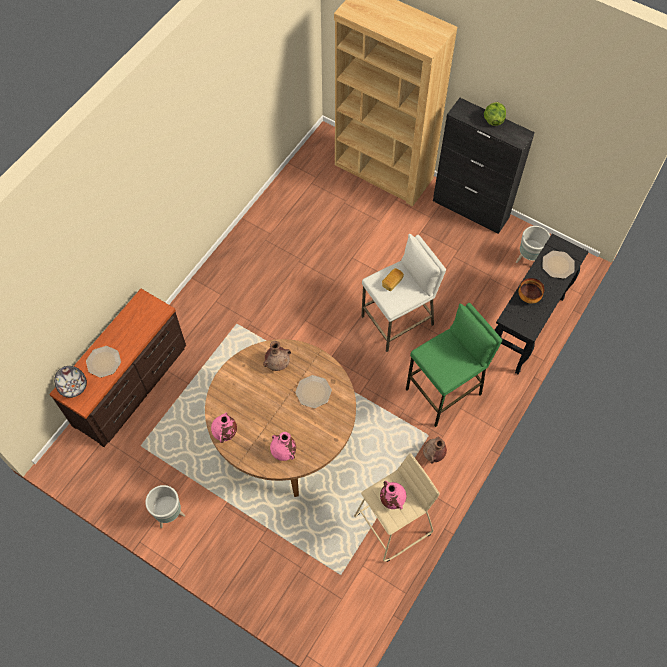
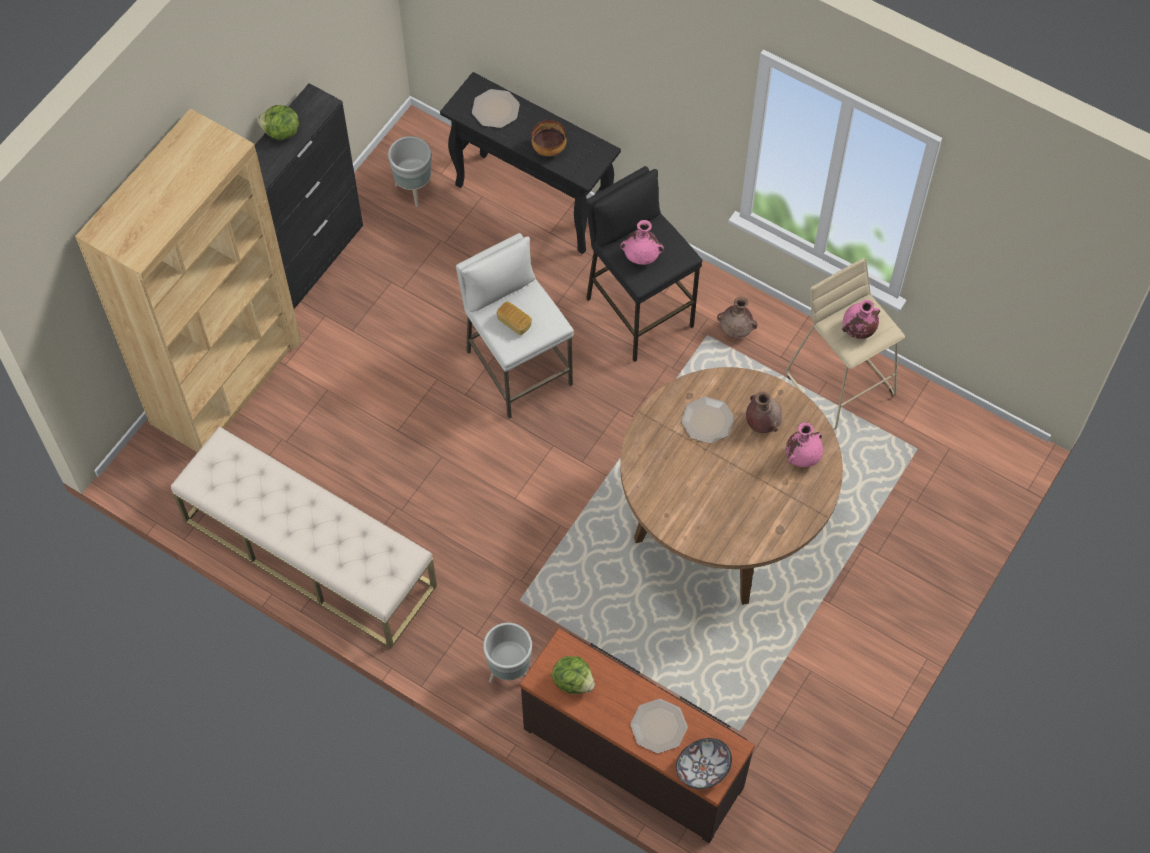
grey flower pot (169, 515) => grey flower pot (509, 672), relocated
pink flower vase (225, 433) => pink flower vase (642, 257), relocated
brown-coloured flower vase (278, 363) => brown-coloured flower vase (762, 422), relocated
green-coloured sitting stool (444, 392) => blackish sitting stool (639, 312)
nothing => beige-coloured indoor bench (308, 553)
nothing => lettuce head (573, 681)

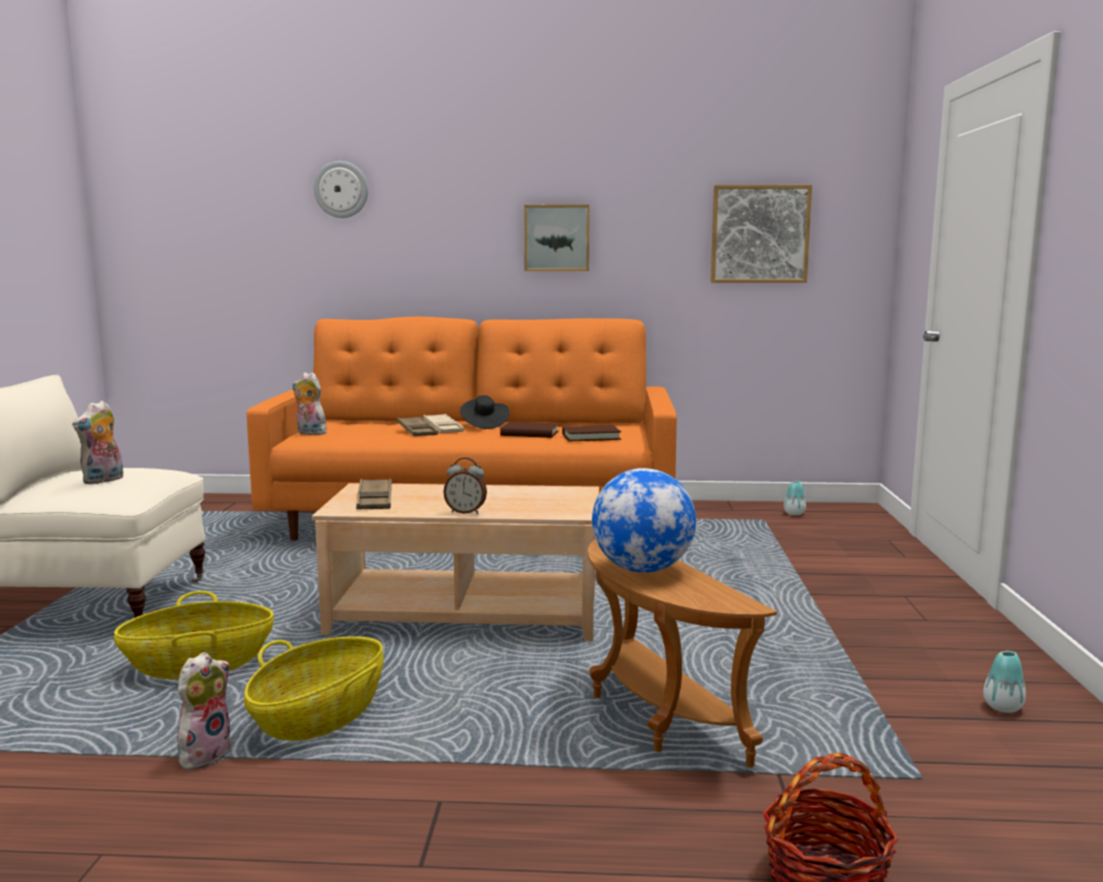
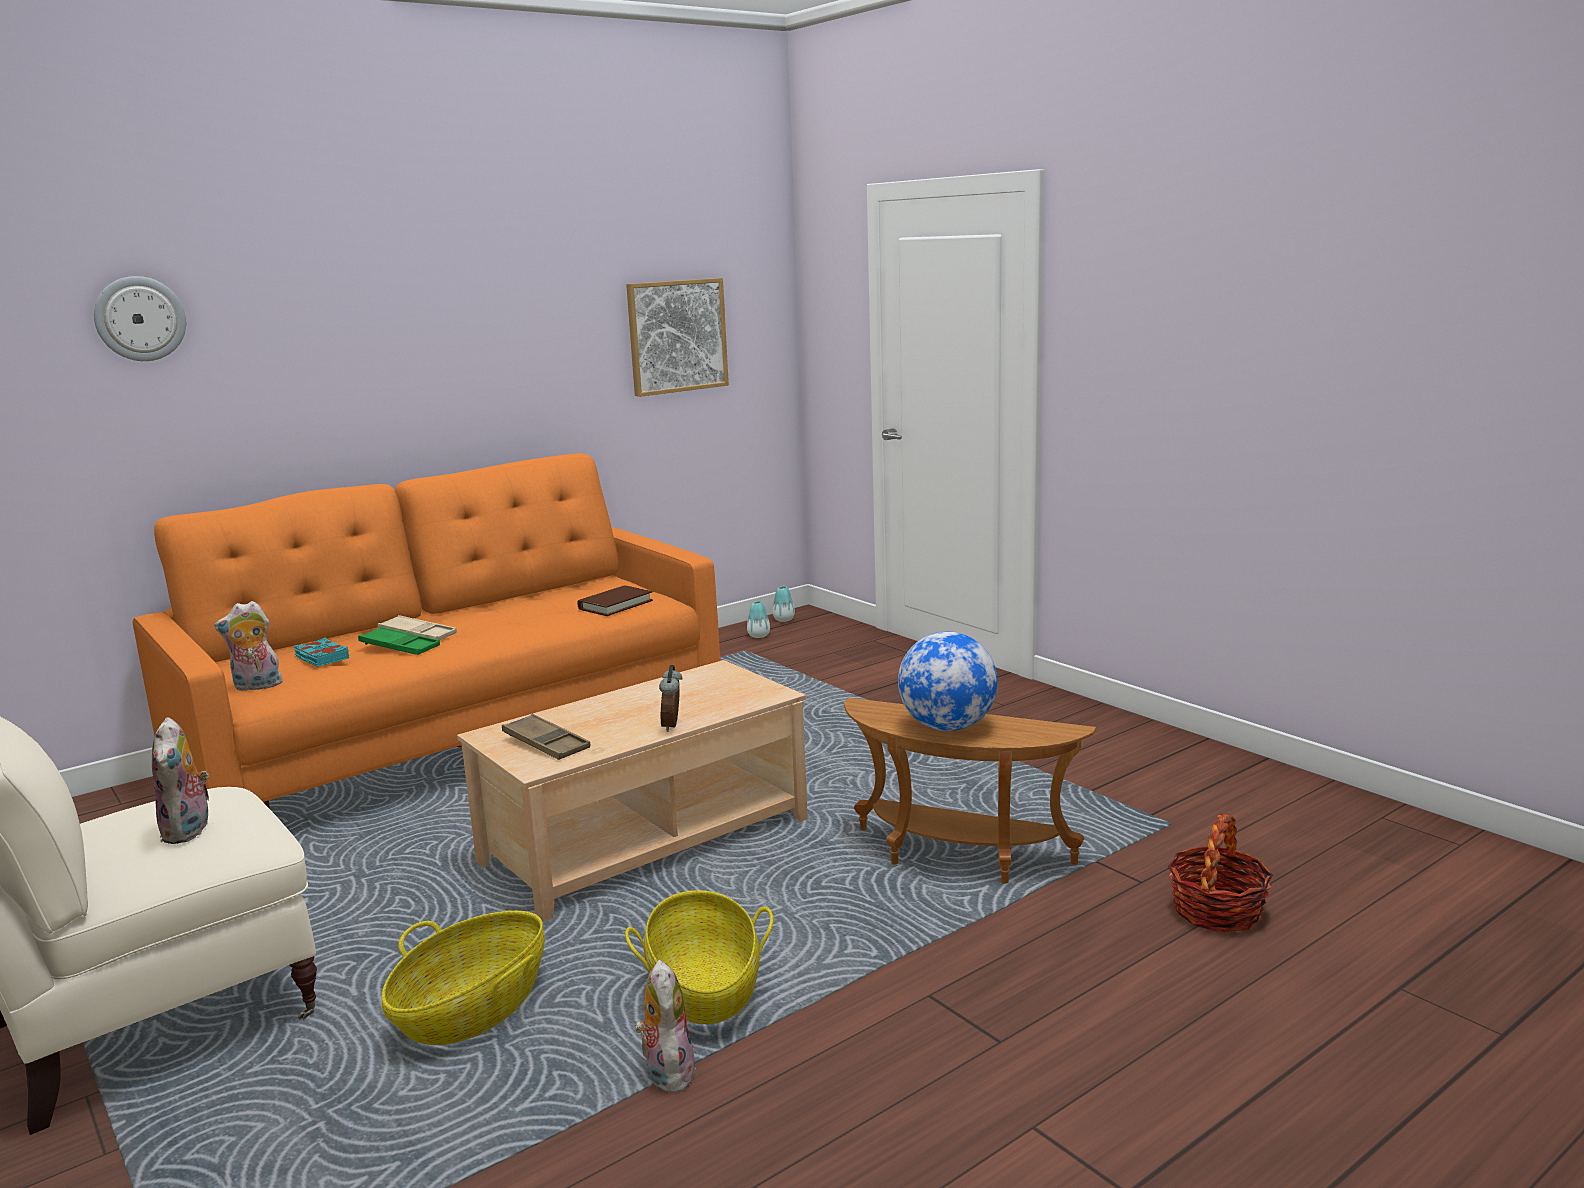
brown-coloured carrying tray (417, 431) => green-coloured carrying tray (400, 647)
bedside clock (466, 512) => bedside clock (673, 725), 120 degrees clockwise
blackish clothing hat (484, 425) => nothing
brown-coloured bound book (529, 433) => nothing
wall picture (557, 238) => nothing
flower vase (1002, 707) => flower vase (784, 620), relocated
nothing => turquoise-coloured bound book (321, 658)

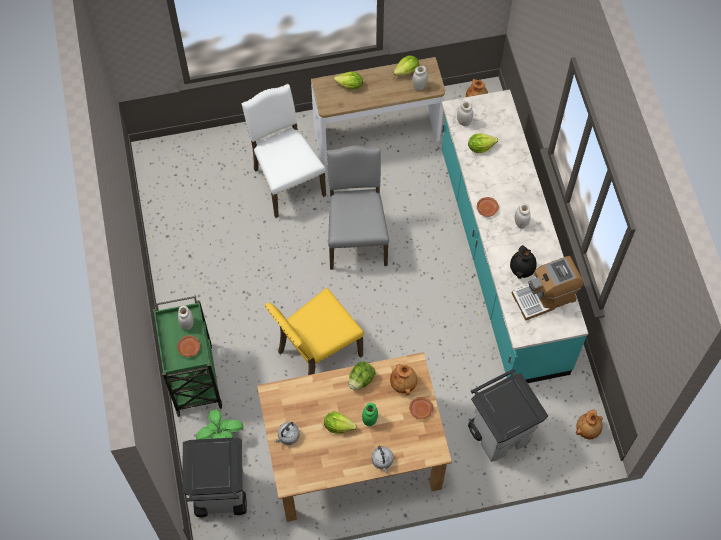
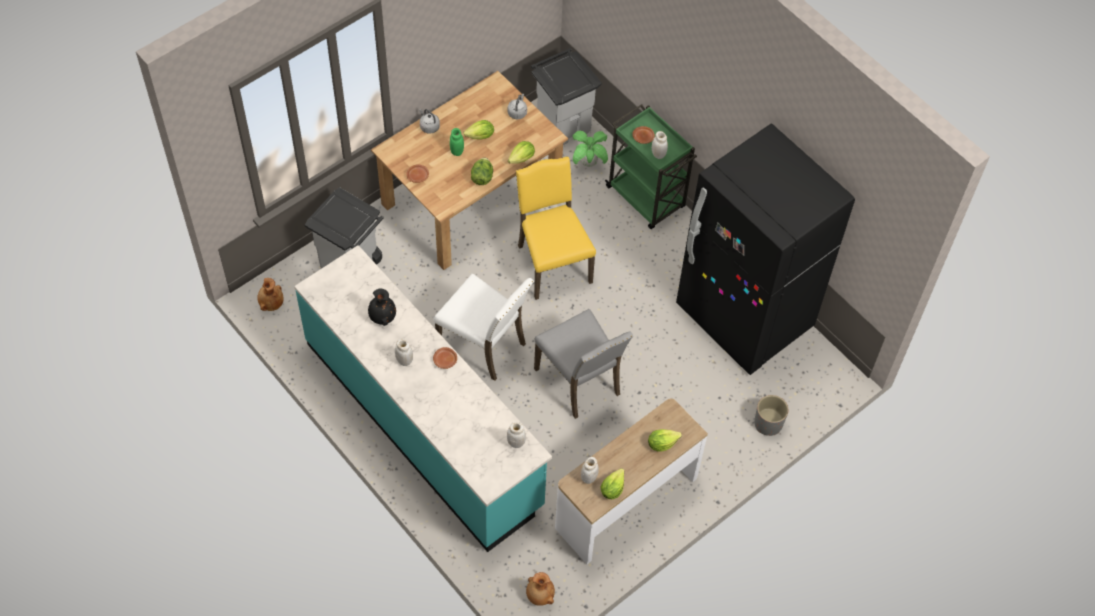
white plain chair (286, 181) => white plain chair (484, 345), relocated
yellow plain chair (317, 353) => yellow plain chair (552, 263), 45 degrees counterclockwise
brown-coloured flower vase (403, 383) => nothing
lettuce head (480, 147) => lettuce head (522, 158), relocated
coffee machine (545, 297) => nothing
nothing => blackish refrigerator (744, 317)
nothing => grey flower pot (768, 423)

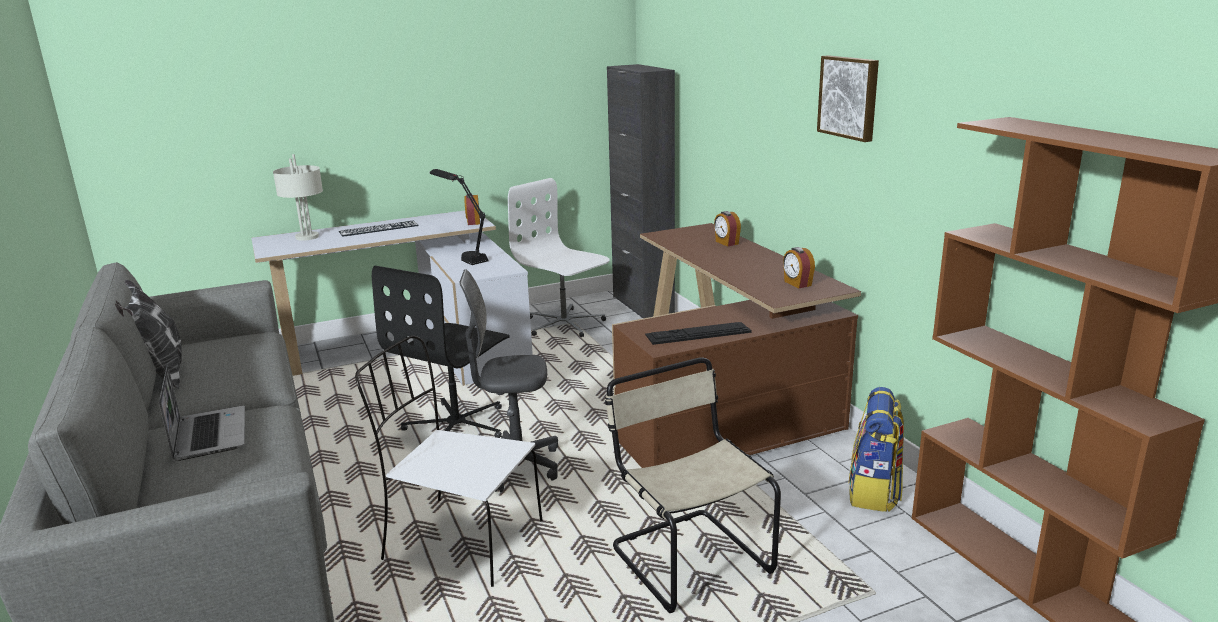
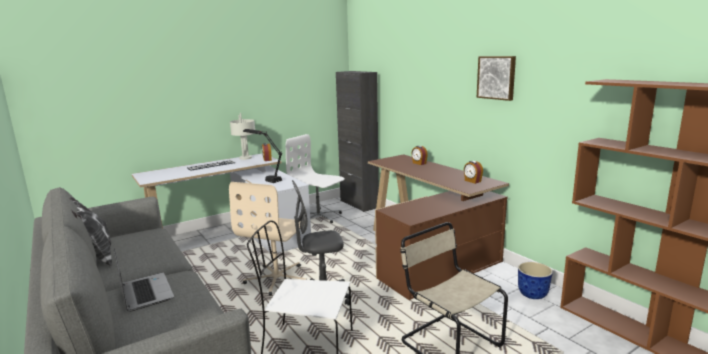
grey lamp for a table (307, 237) => grey lamp for a table (246, 158), relocated
blackish office chair (457, 426) => beige-coloured office chair (277, 278)
computer keyboard (698, 333) => nothing
backpack (874, 492) => flower pot (533, 295)

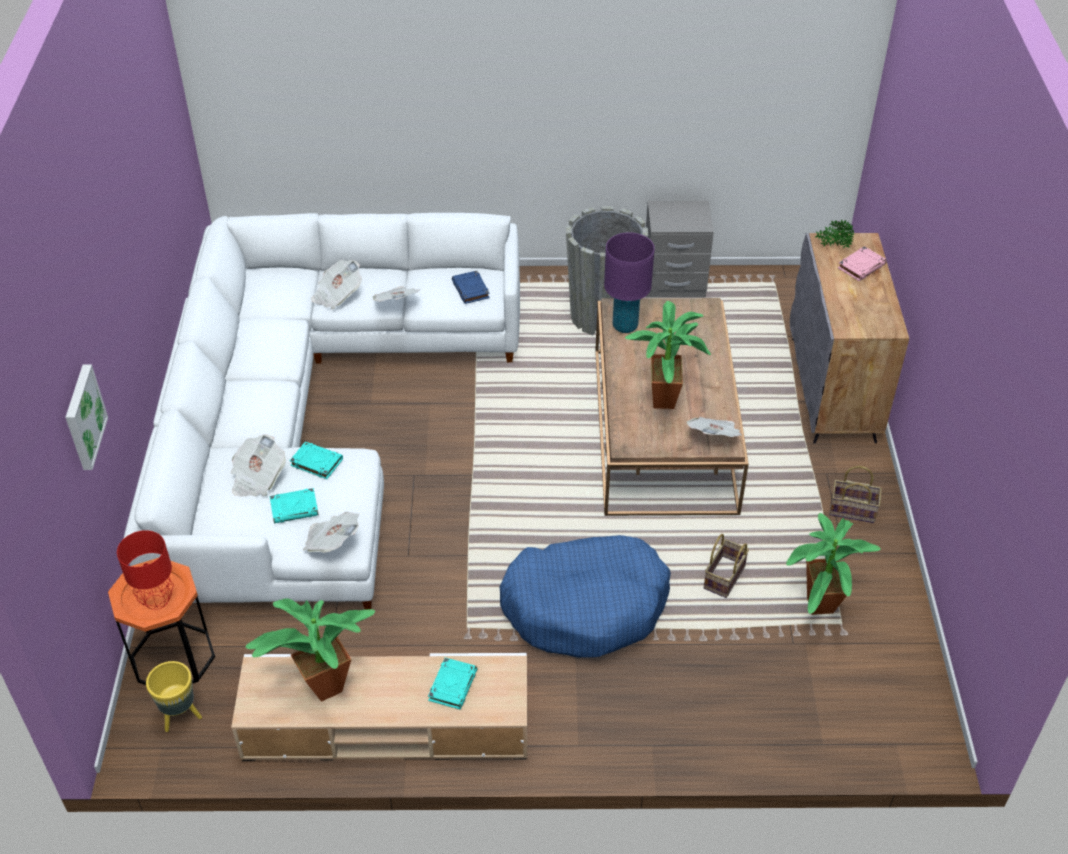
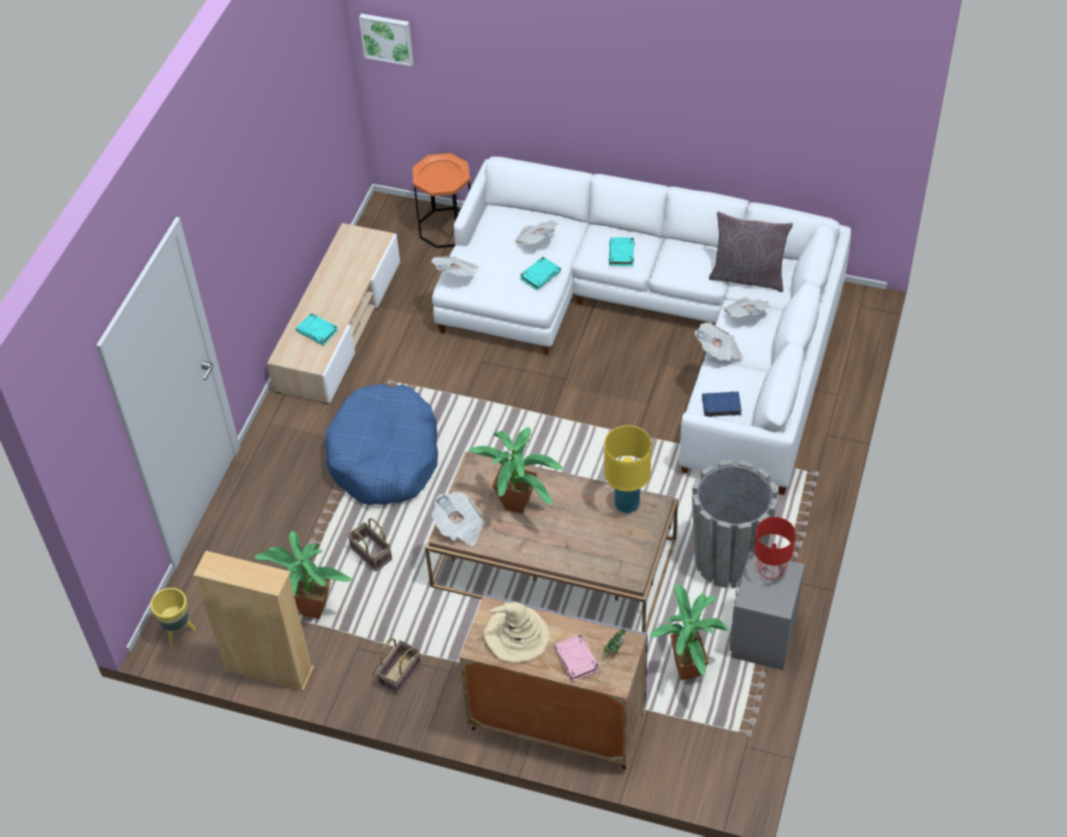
wall picture (83, 417) => wall picture (387, 38), relocated
reddish lamp for a table (156, 601) => reddish lamp for a table (770, 571), relocated
yellow flower pot (180, 716) => yellow flower pot (178, 631), relocated
potted plant (319, 688) => potted plant (689, 665), relocated
turquoise-coloured bound book (295, 508) => turquoise-coloured bound book (621, 254), relocated
purple lamp for a table (625, 326) => yellow lamp for a table (627, 504)
nothing => beige-coloured bookcase (269, 669)
nothing => beige-coloured clothing hat (516, 635)
nothing => grey pillow (748, 276)

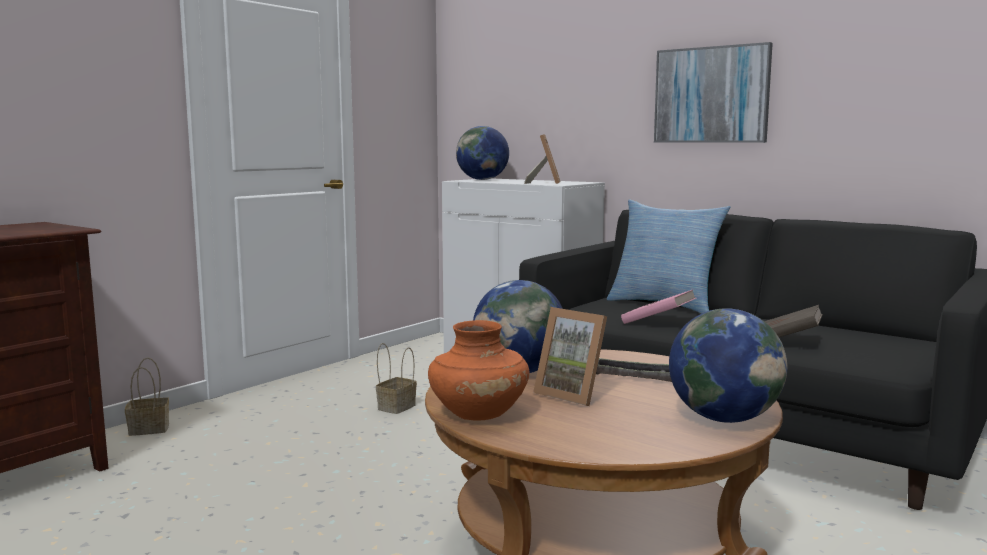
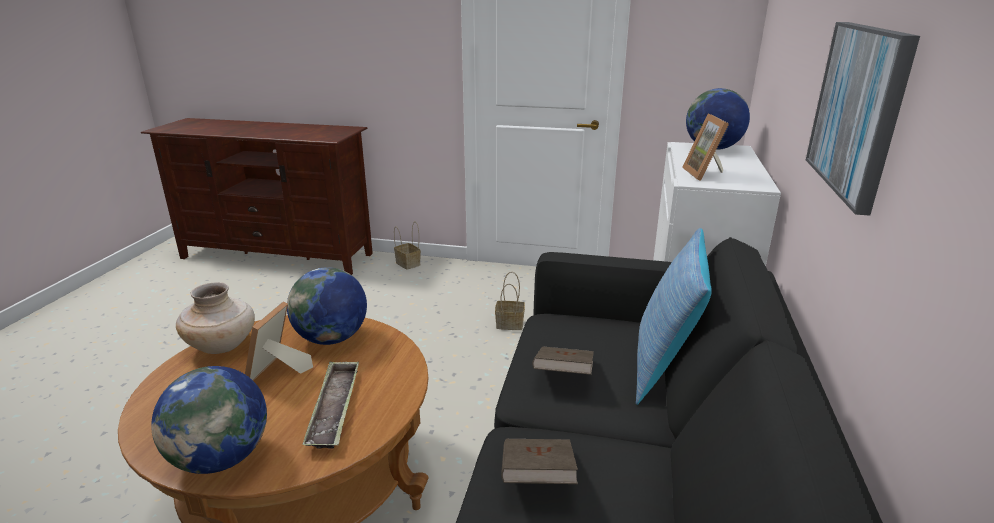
orangey flower vase (478, 414) => beige-coloured flower vase (222, 346)
photo frame (545, 183) => photo frame (705, 174), 105 degrees clockwise
pink bound book (657, 323) => brown-coloured bound book (563, 375)

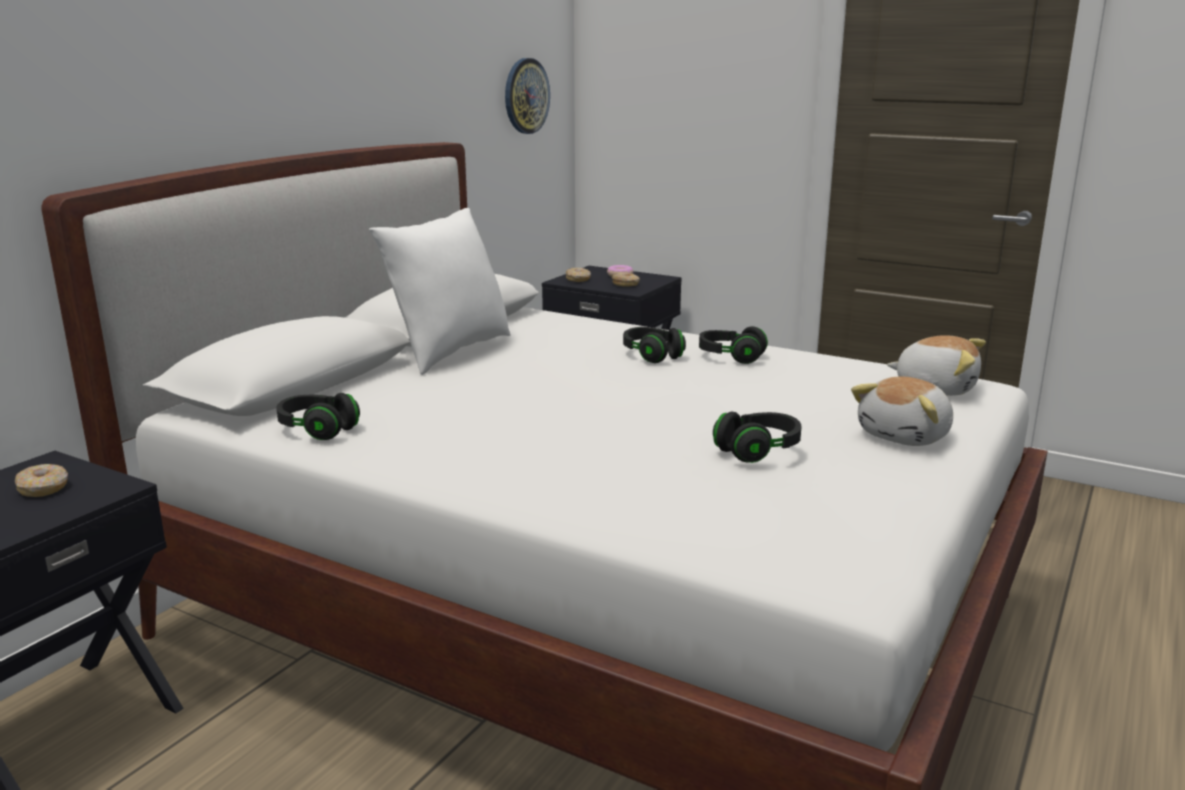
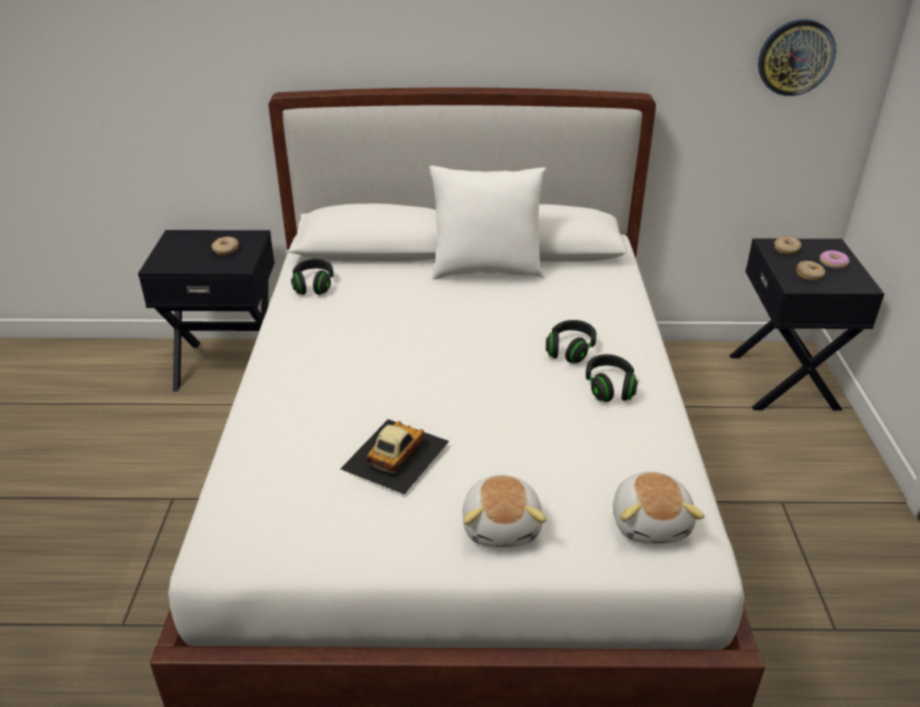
blackish pair of headphones (758, 451) => miniature car (394, 455)
cuddly toy (906, 436) => cuddly toy (502, 526), 105 degrees counterclockwise

